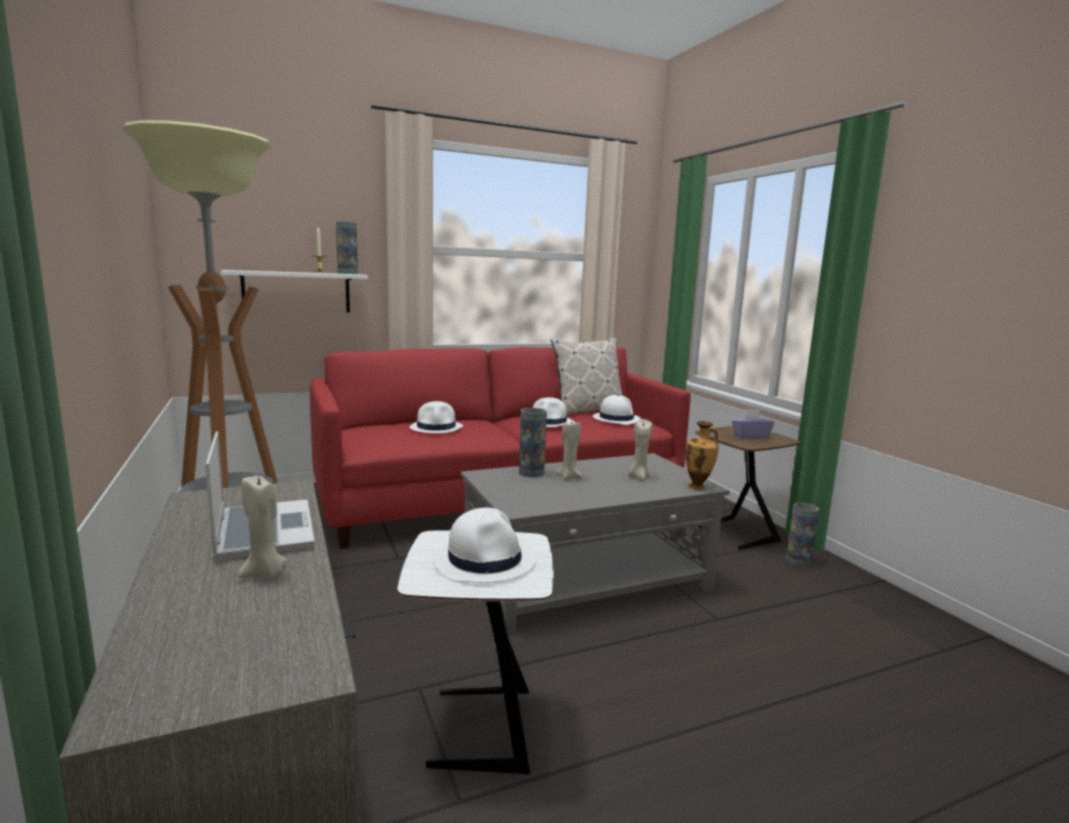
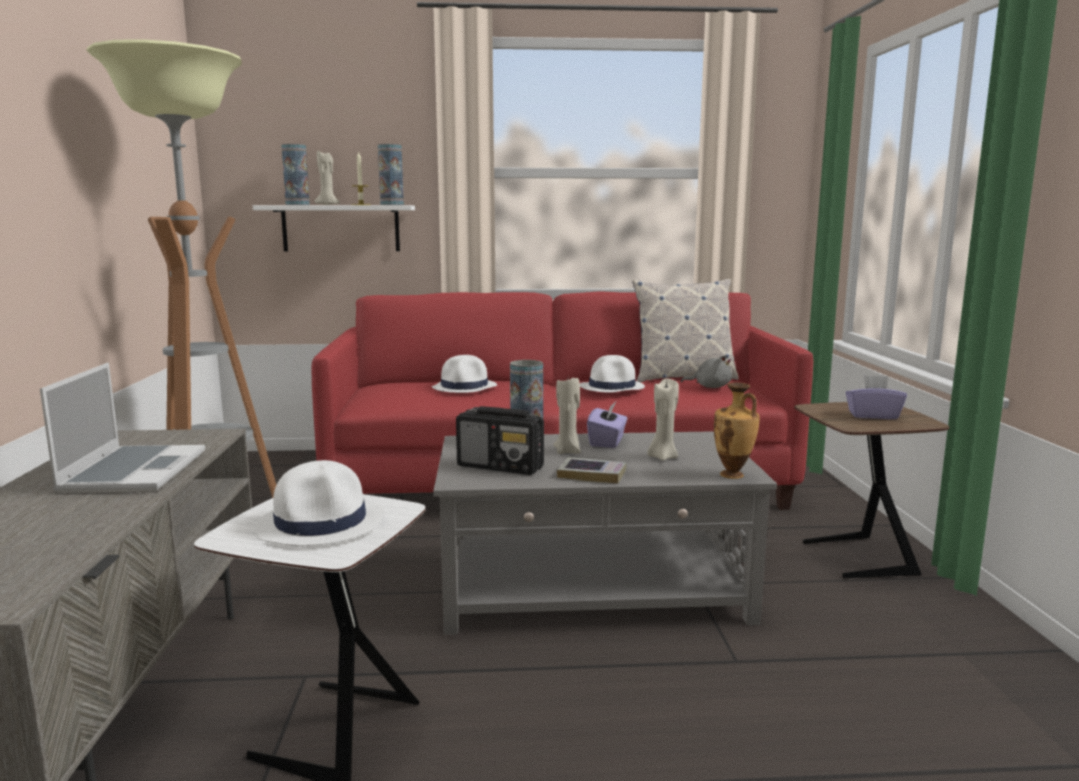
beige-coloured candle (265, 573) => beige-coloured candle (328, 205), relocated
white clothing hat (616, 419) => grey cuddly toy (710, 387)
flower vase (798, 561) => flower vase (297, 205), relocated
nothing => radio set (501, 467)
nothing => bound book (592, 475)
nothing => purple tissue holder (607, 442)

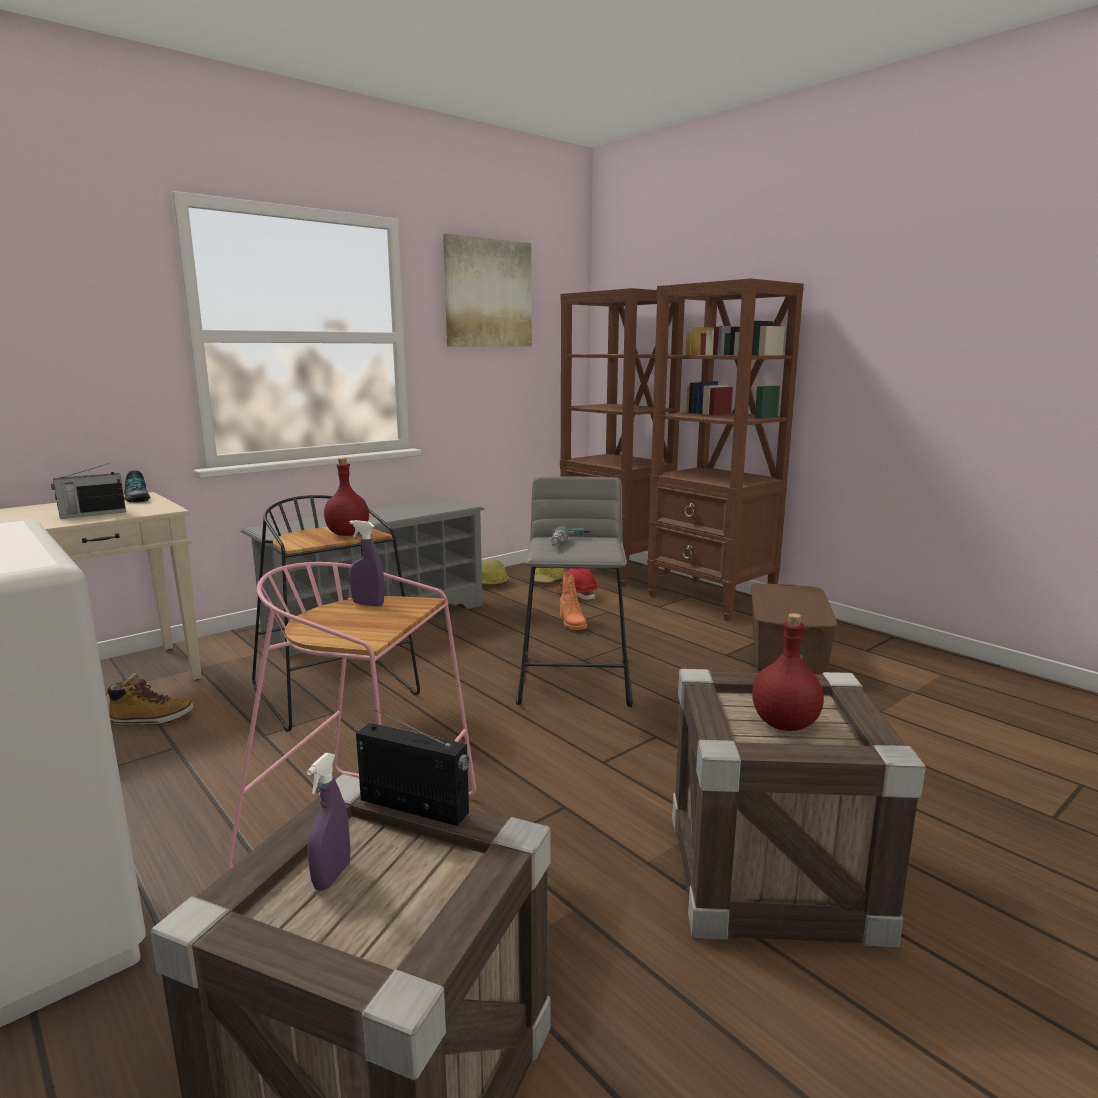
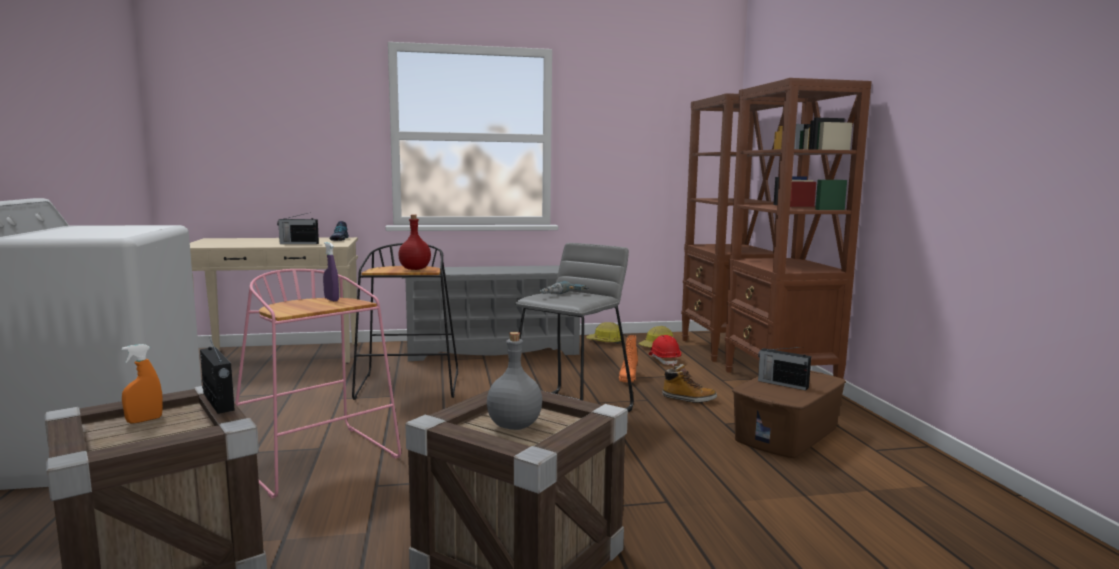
tall boot (151, 719) => tall boot (688, 399), relocated
purple sprayer (332, 876) => orangey sprayer (144, 420)
wall picture (488, 293) => nothing
reddish drink bottle (784, 725) => grey drink bottle (513, 426)
nothing => radio set (782, 384)

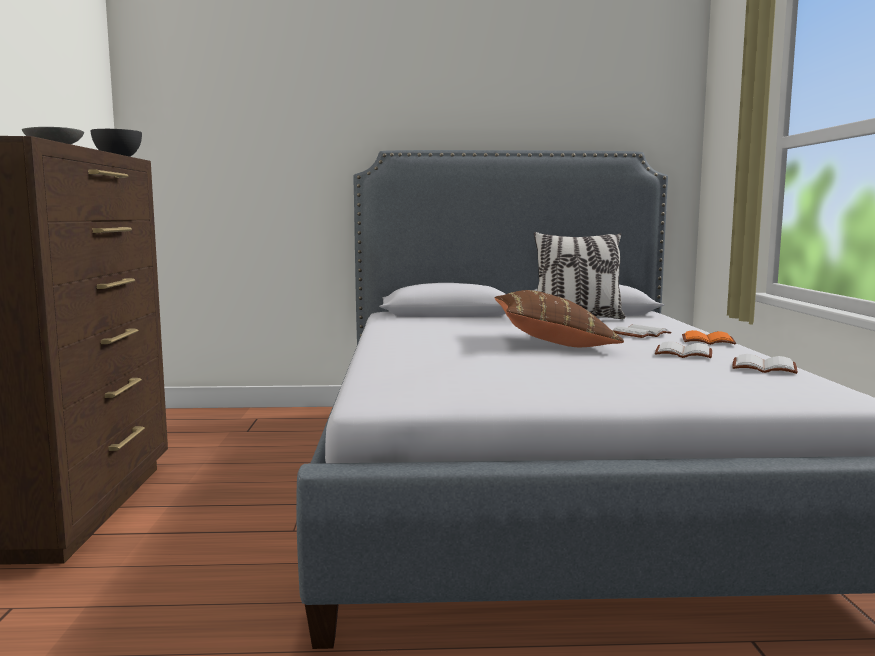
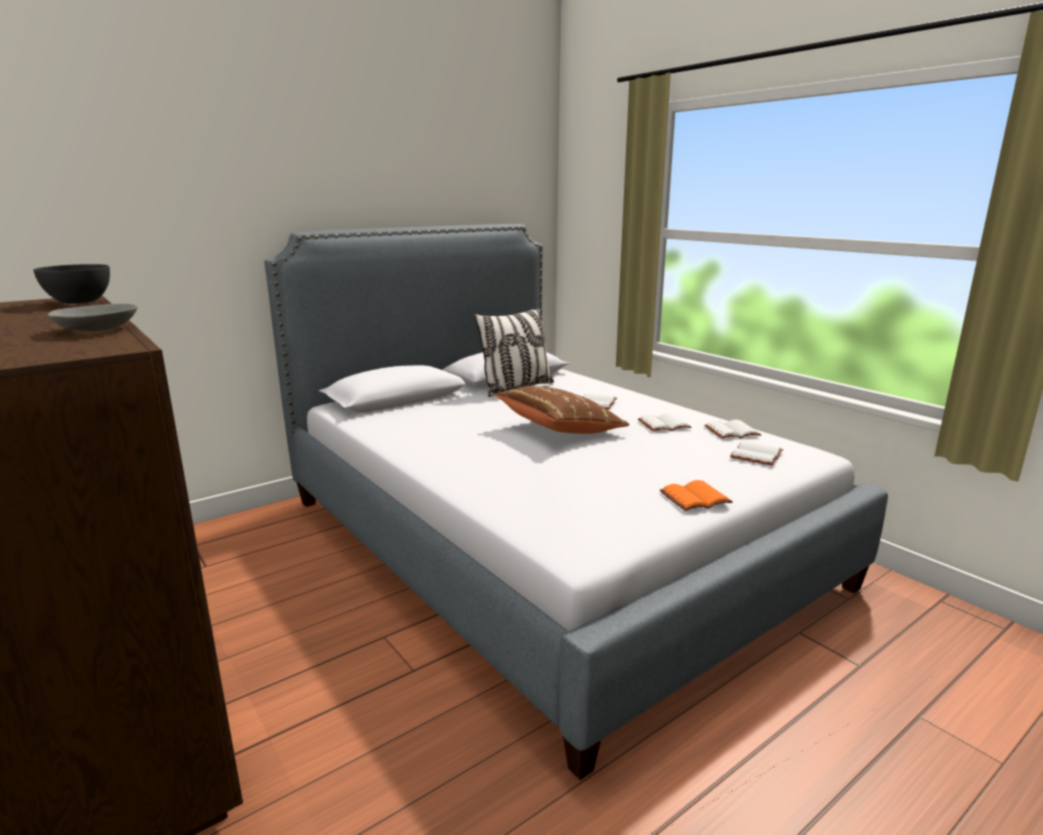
orangey bound book (707, 341) => orangey bound book (695, 499), relocated
nothing => white bound book (757, 455)

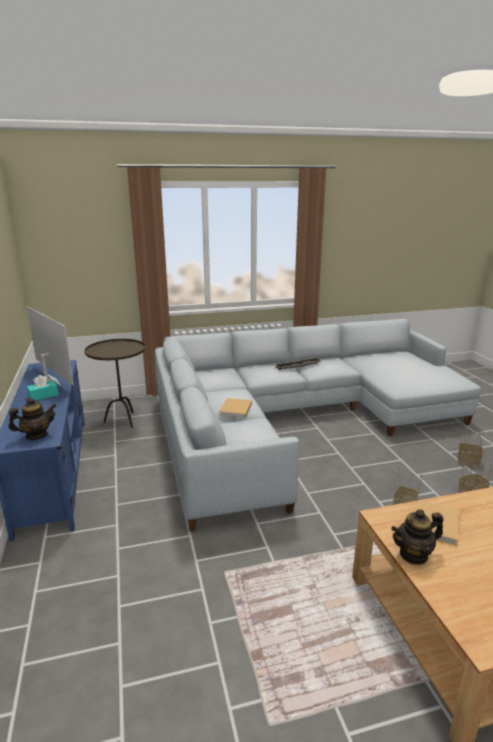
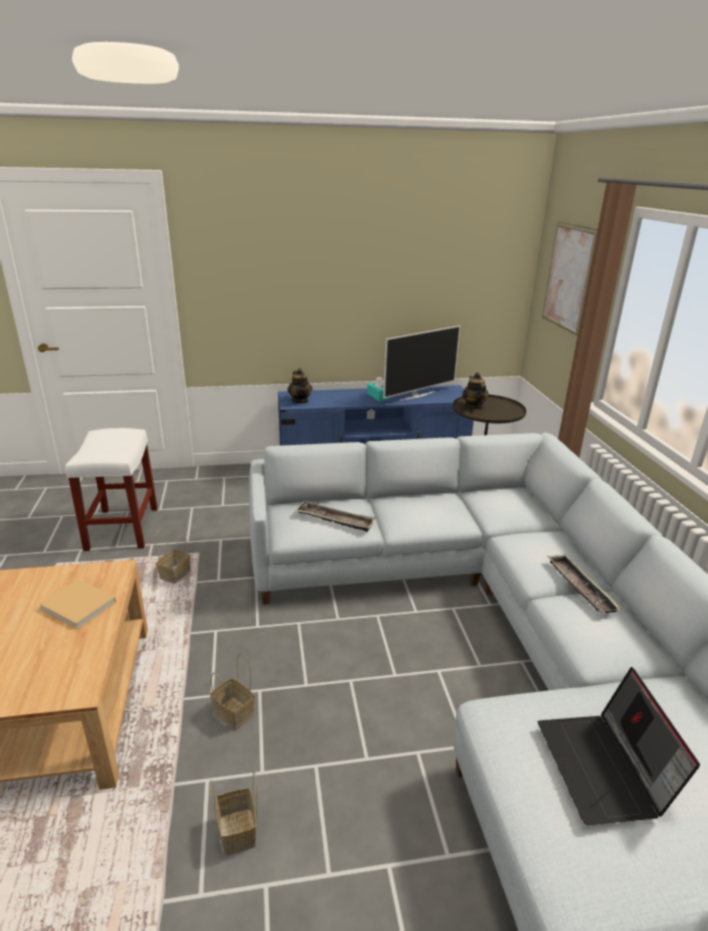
beige-coloured bound book (235, 409) => nothing
pot for tea (413, 555) => pot for tea (473, 406), relocated
basket (469, 461) => basket (175, 575), relocated
nothing => white sitting stool (122, 529)
nothing => carrying tray (335, 520)
nothing => laptop (604, 769)
nothing => wall picture (569, 277)

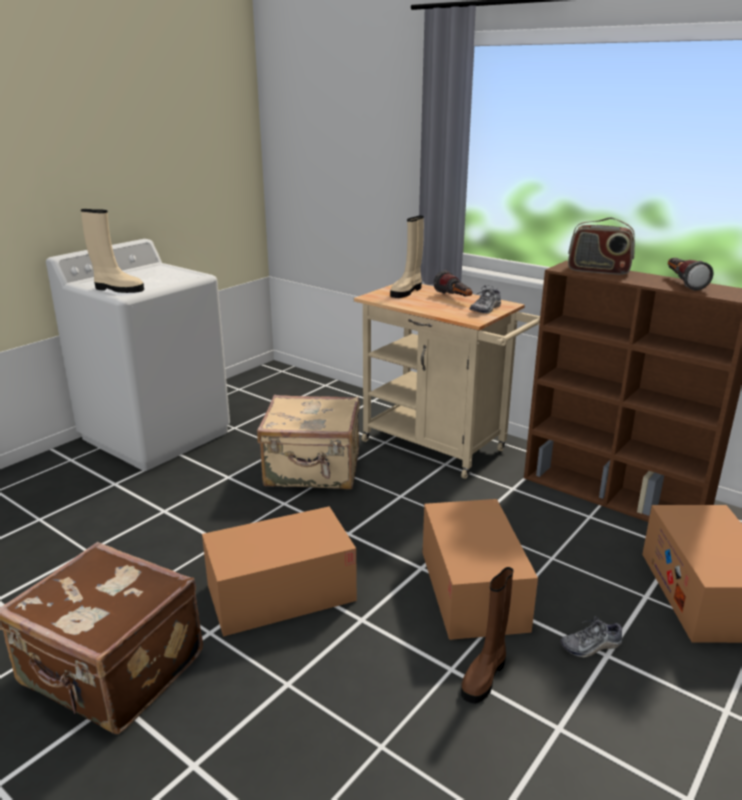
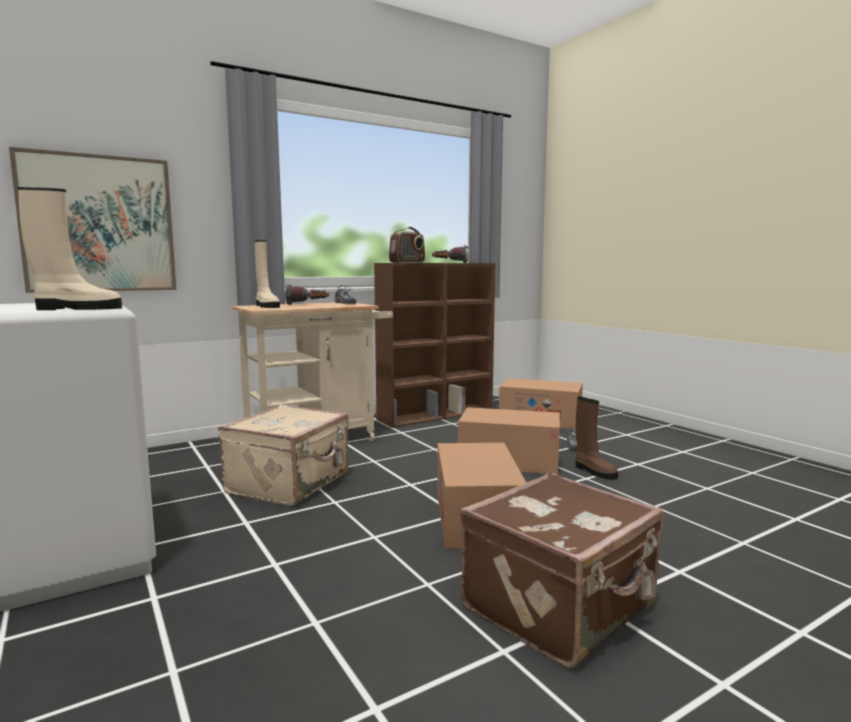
beige-coloured tall boot (117, 289) => beige-coloured tall boot (76, 309), 45 degrees clockwise
nothing => wall picture (99, 224)

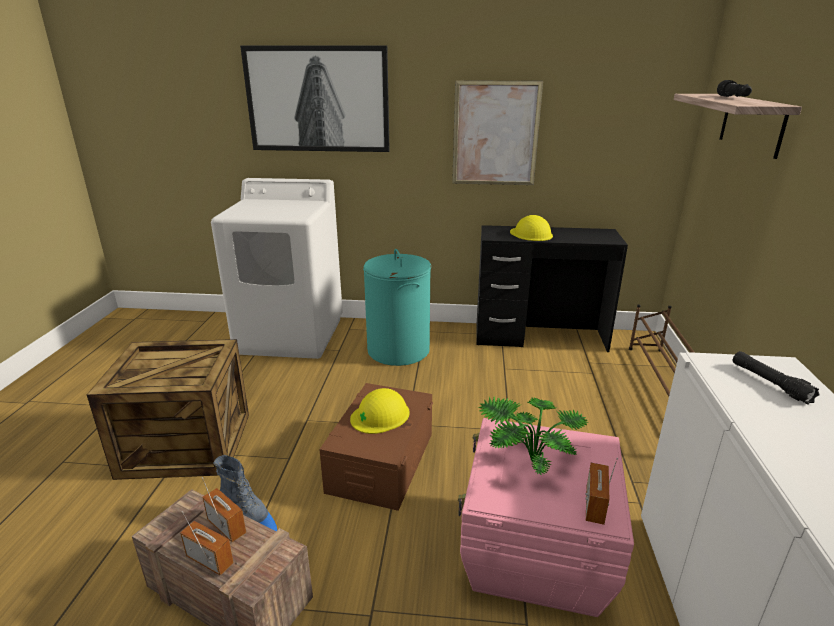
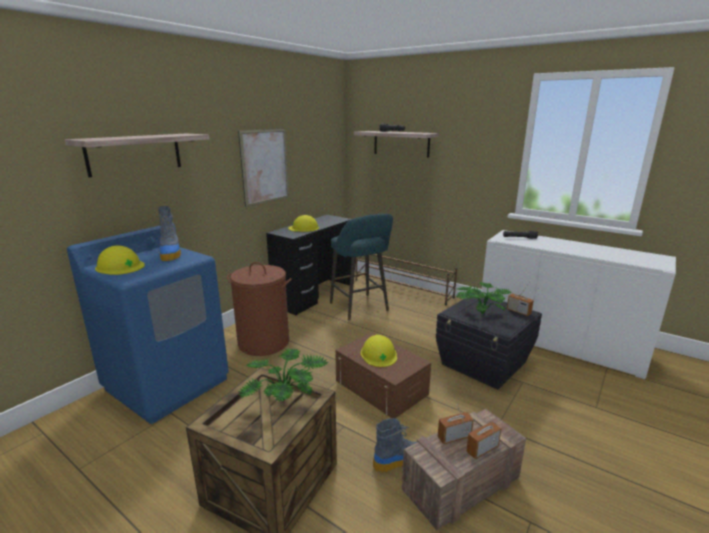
white laundry machine (291, 335) => blue-coloured laundry machine (168, 383)
wall picture (317, 100) => wall shelf (135, 154)
turquoise-coloured hamper (399, 350) => brown-coloured hamper (264, 342)
pink storage bin (535, 554) => blackish storage bin (484, 364)
nothing => yellow safety helmet (120, 266)
nothing => tall boot (171, 253)
nothing => potted plant (285, 402)
nothing => turquoise-coloured sitting stool (360, 308)

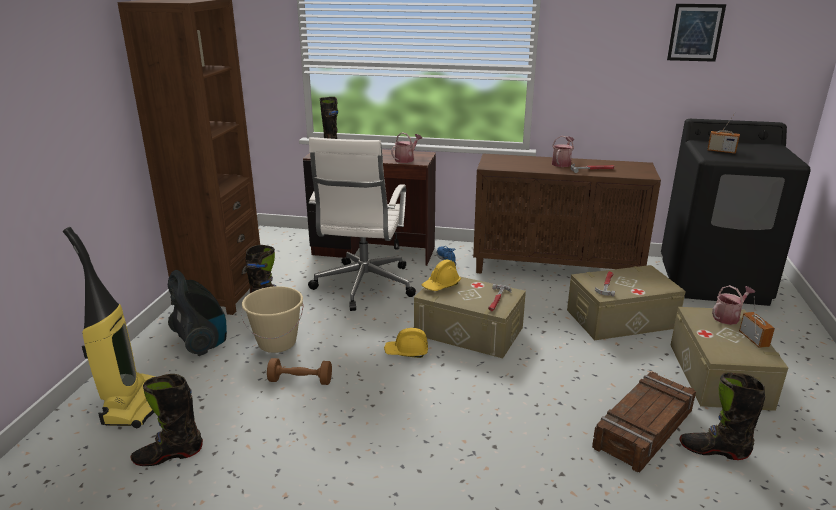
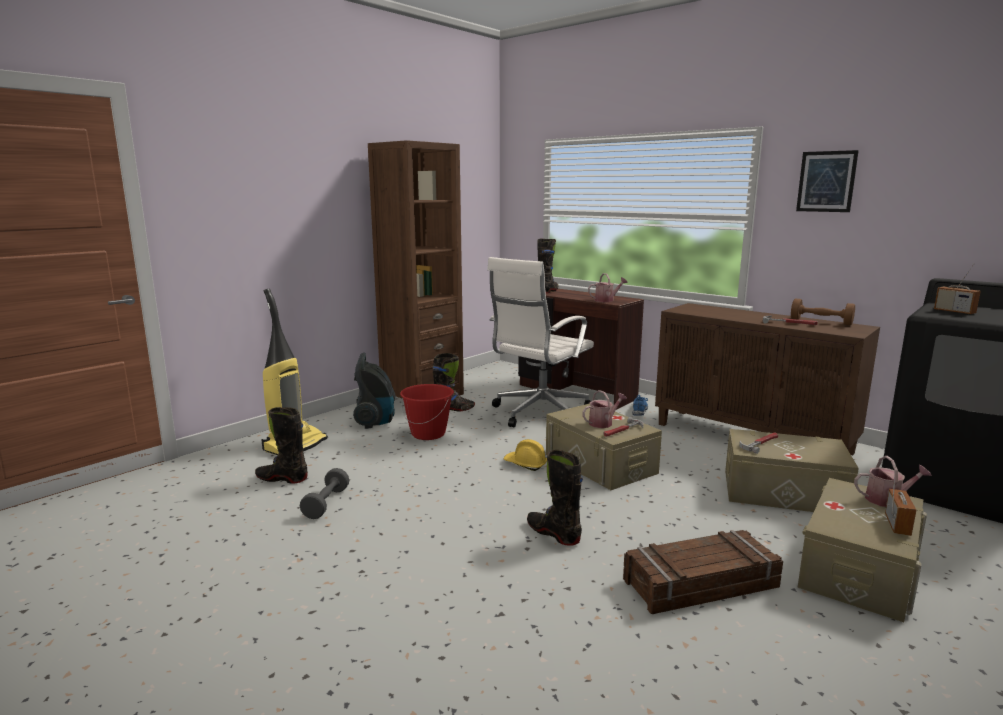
beige-coloured water bucket (277, 343) => reddish water bucket (428, 434)
brown-coloured dumbbell (300, 381) => brown-coloured dumbbell (821, 322), relocated
yellow safety helmet (441, 285) => nothing
watering pot (562, 163) => watering pot (603, 423), relocated
wall picture (695, 32) => wall picture (826, 181), relocated
blackish tall boot (713, 450) => blackish tall boot (553, 533), relocated
nothing => grey dumbbell (326, 503)

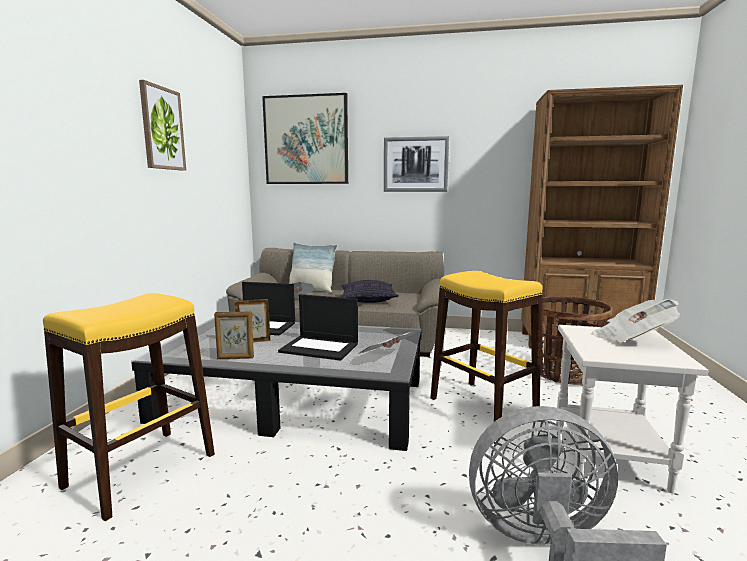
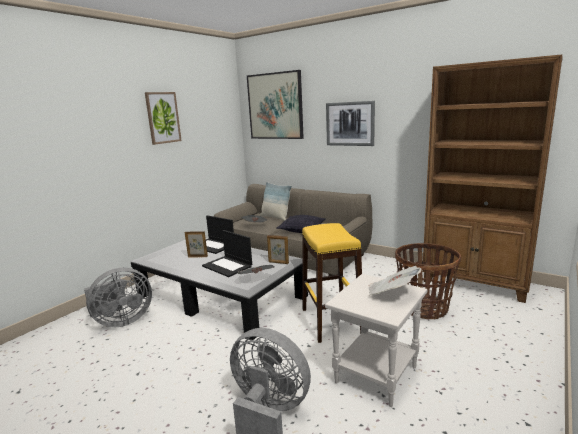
yellow sitting stool (141, 470) => grey cooling fan (121, 321)
photo frame (235, 358) => photo frame (278, 262), relocated

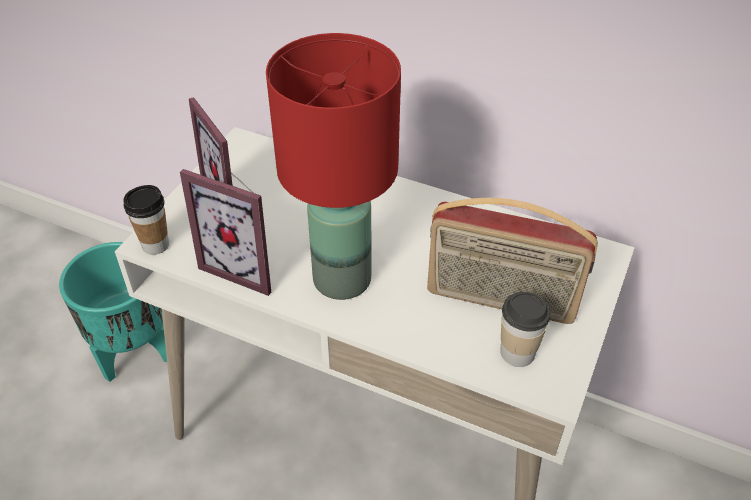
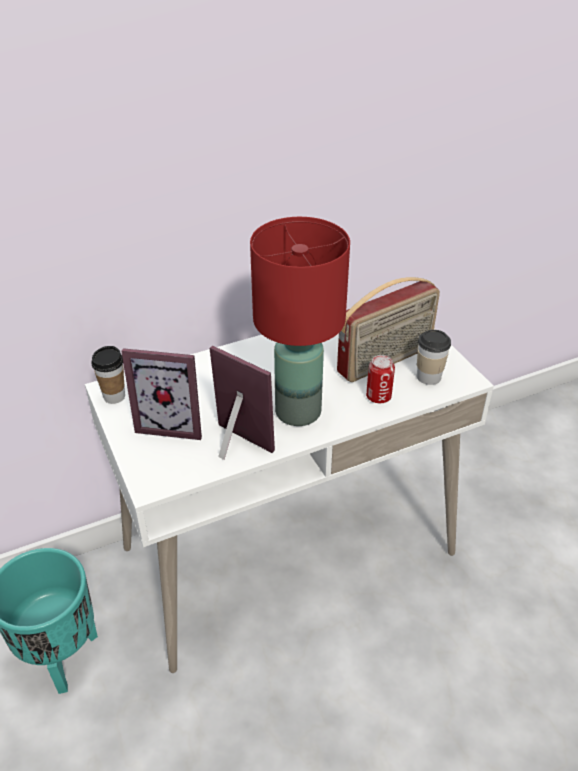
cup (155, 245) => cup (114, 396), relocated
photo frame (246, 266) => photo frame (235, 447), 120 degrees counterclockwise
nothing => sealed can (378, 397)

